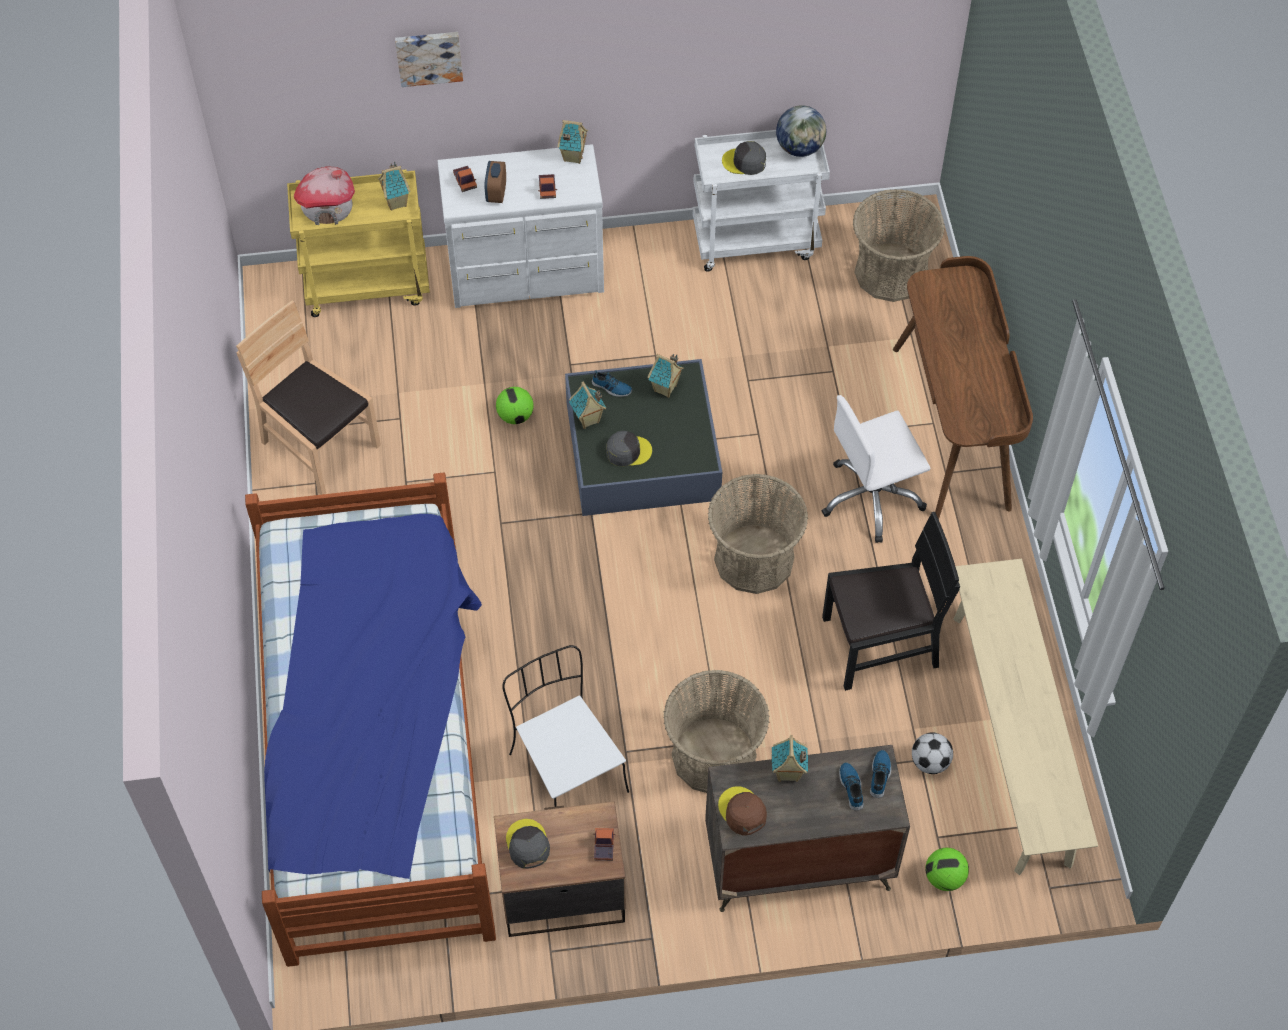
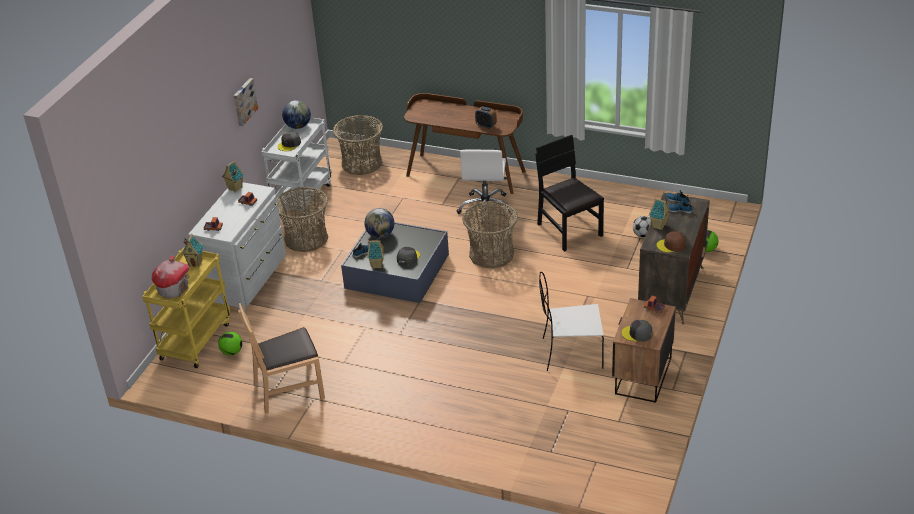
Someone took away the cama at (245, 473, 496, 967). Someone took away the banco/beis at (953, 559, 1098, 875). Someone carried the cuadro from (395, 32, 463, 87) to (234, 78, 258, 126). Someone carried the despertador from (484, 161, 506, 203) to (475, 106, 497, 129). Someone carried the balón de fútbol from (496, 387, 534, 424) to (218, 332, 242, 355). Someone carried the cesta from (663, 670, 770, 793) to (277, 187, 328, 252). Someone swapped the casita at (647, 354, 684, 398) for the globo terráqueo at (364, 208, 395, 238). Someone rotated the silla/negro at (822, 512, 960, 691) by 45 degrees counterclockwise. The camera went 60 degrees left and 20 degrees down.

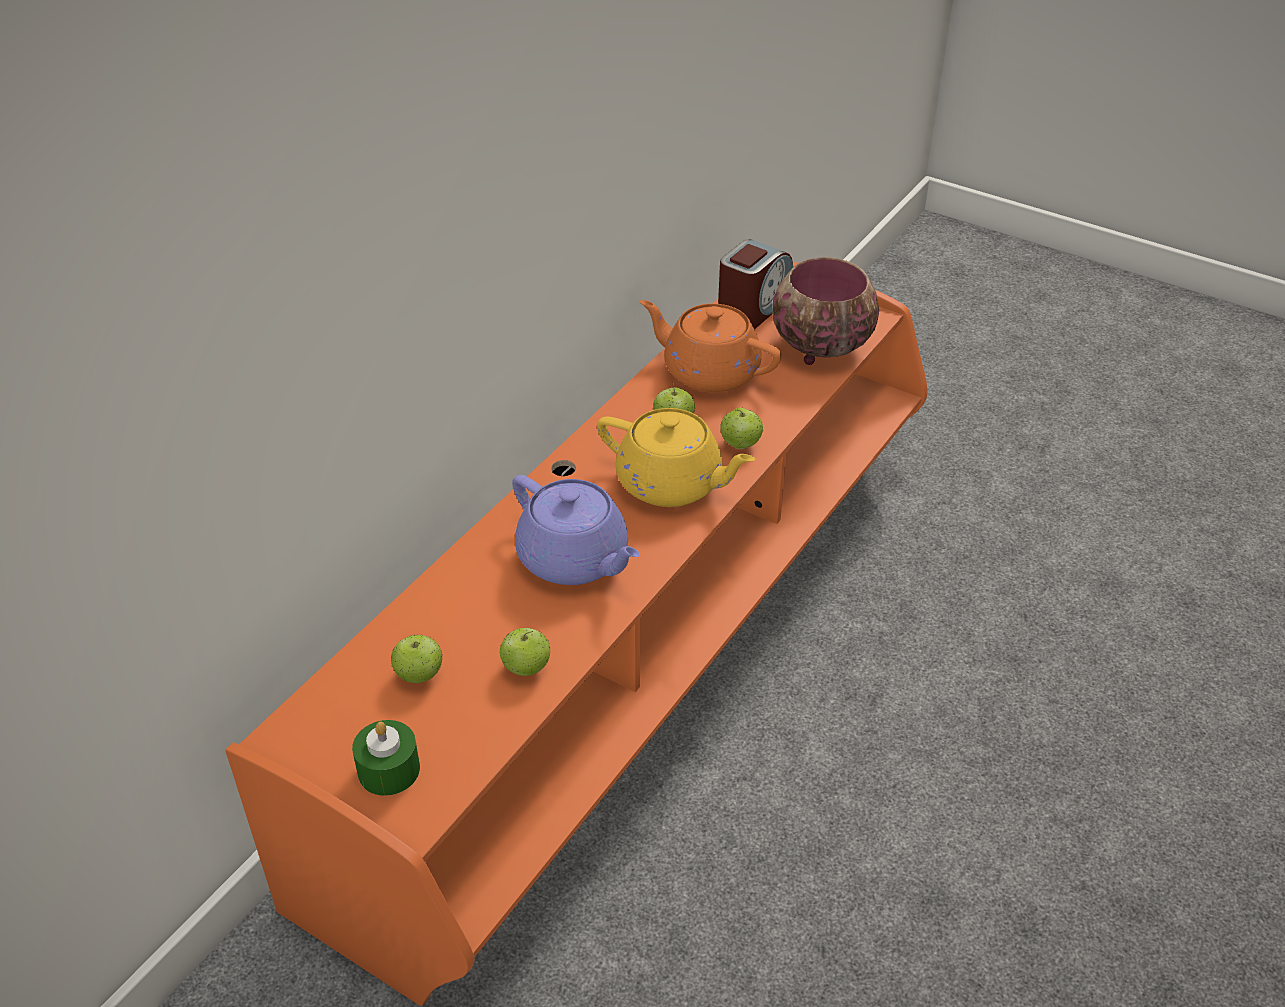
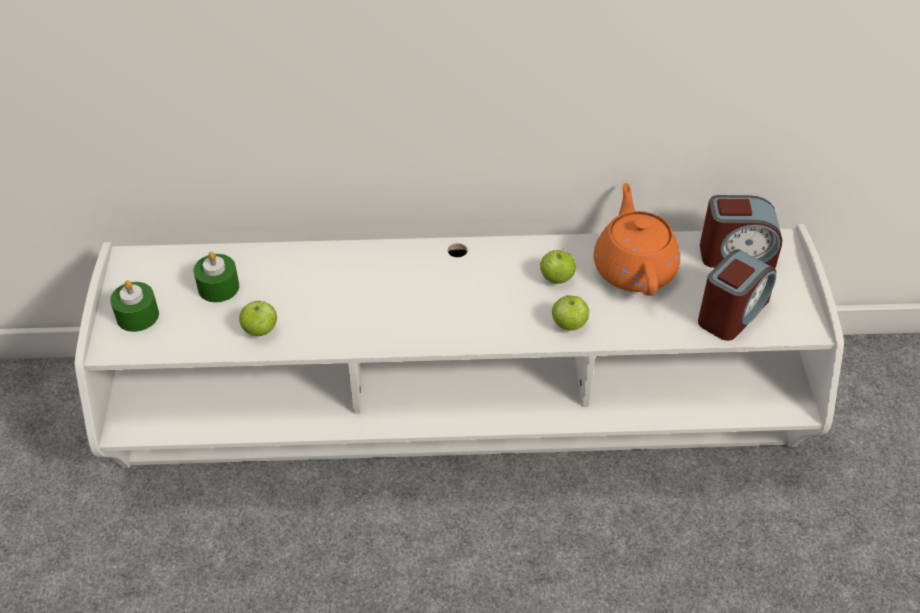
Someone took away the tetera/morado at (512, 475, 640, 585). Someone took away the tetera/amarillo at (597, 408, 755, 507). Someone swapped the manzana at (391, 635, 443, 683) for the vela/verde at (193, 252, 239, 303). Someone swapped the cuenco at (773, 257, 879, 365) for the despertador at (698, 249, 776, 341). Someone repainted the mueble de televisión/naranja at (225, 262, 928, 1006), which became the mueble de televisión/blanco at (75, 224, 844, 468). The camera went 55 degrees right and 5 degrees up.

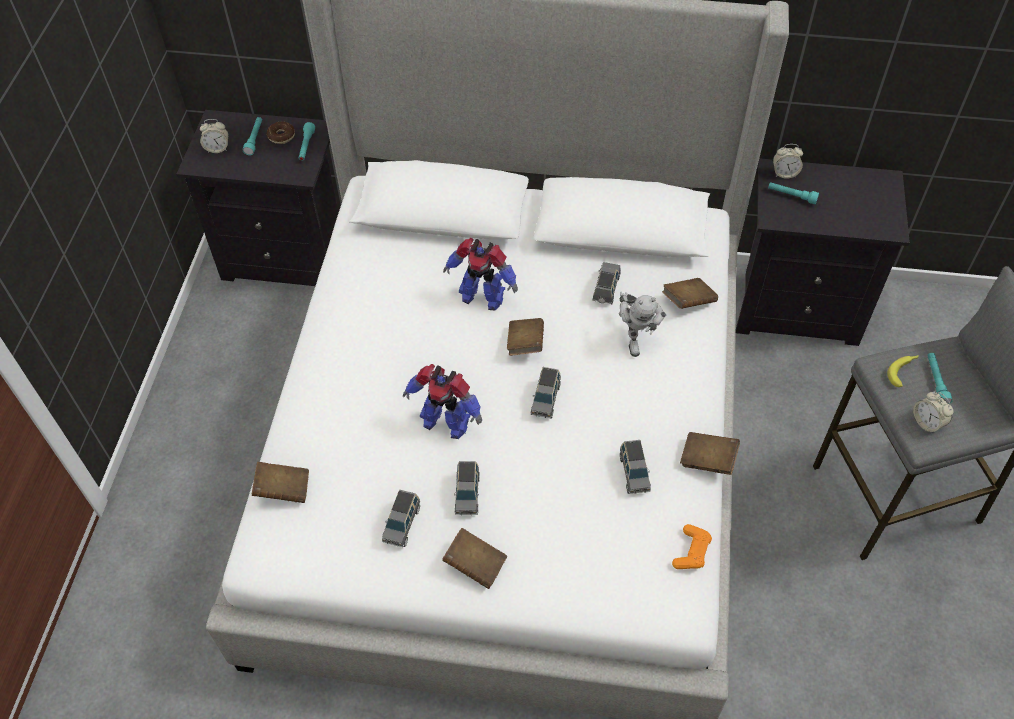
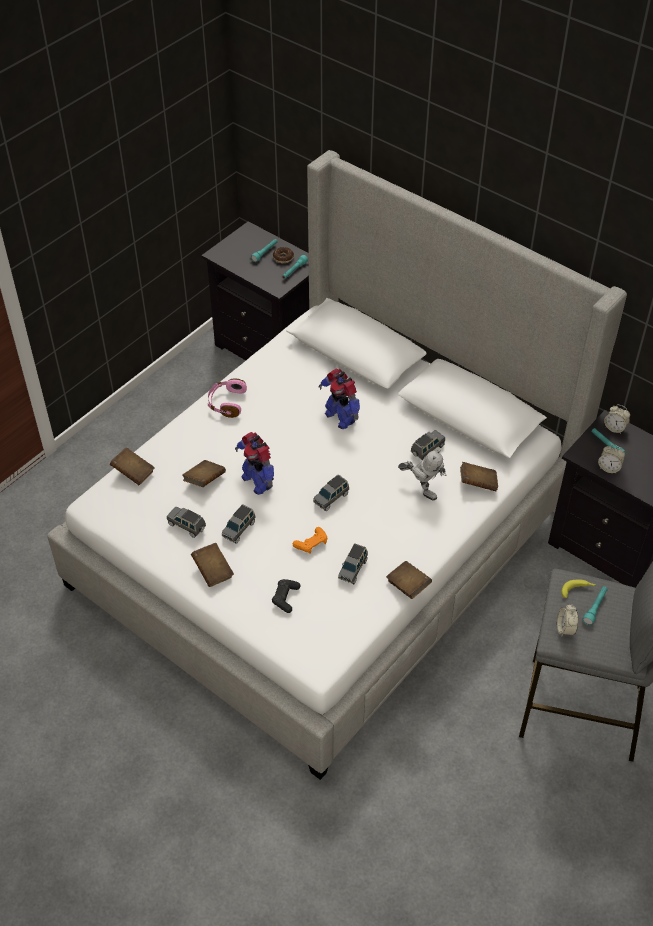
Someone put down the auriculares/rosa at (207, 378, 247, 418). Someone put down the mando de consola/negro at (272, 579, 300, 613). Someone carried the despertador from (200, 119, 229, 153) to (598, 445, 625, 473). Someone carried the libro/marrón from (507, 318, 544, 356) to (183, 460, 226, 487). Someone carried the mando de consola/naranja from (672, 524, 712, 569) to (293, 527, 327, 554). Someone rotated the coche de juguete/gris at (382, 490, 420, 547) by 75 degrees clockwise. Someone rotated the robot de juguete at (619, 292, 666, 357) by 75 degrees counterclockwise. The camera went 30 degrees right and 5 degrees down.

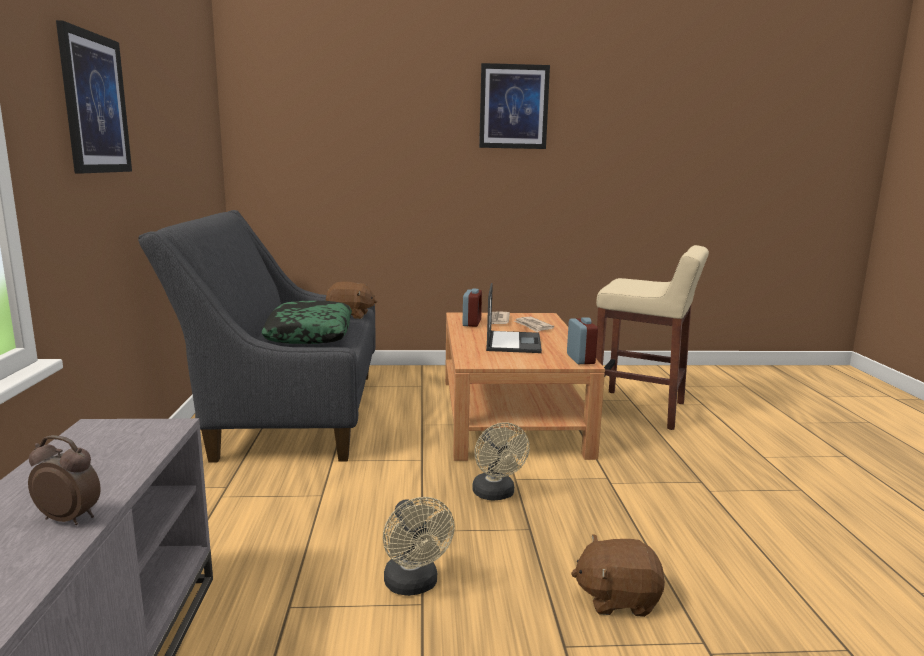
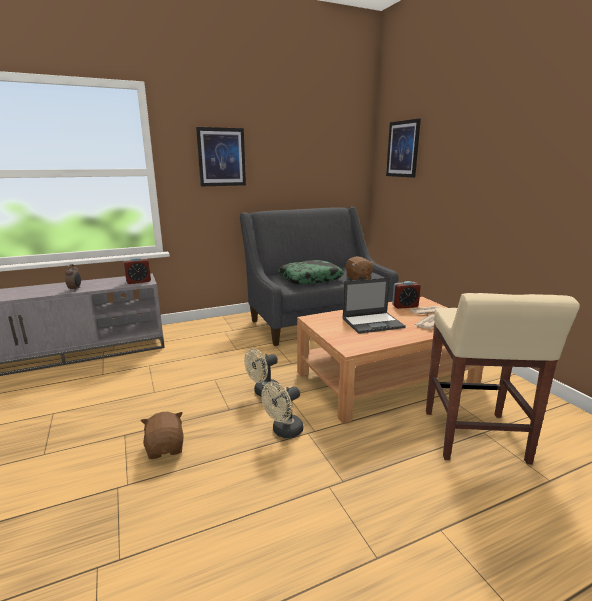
Someone carried the ventilador/beis from (383, 497, 455, 596) to (261, 382, 303, 438). Someone carried the cuadro from (479, 63, 550, 149) to (386, 119, 421, 178). Someone carried the despertador from (567, 317, 598, 364) to (123, 258, 151, 284). The camera went 70 degrees right and 5 degrees up.

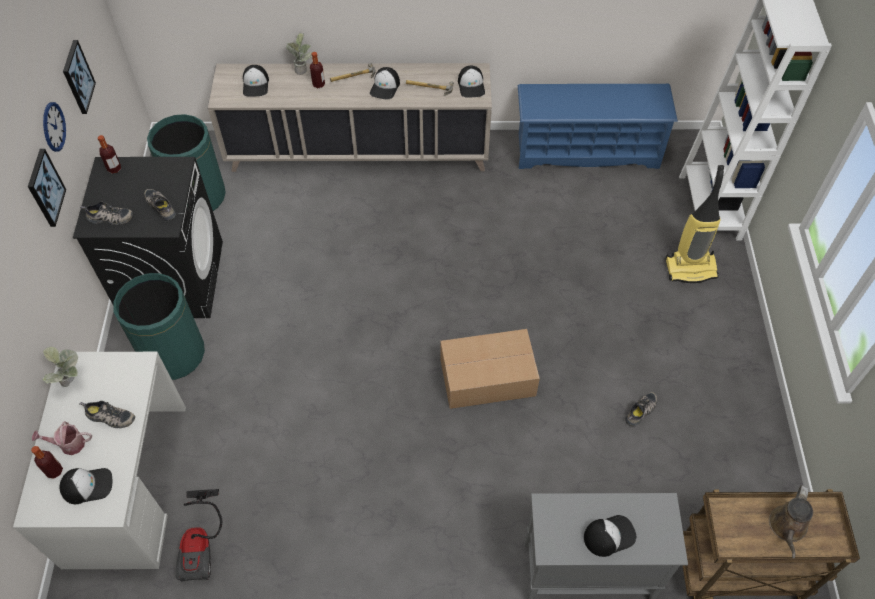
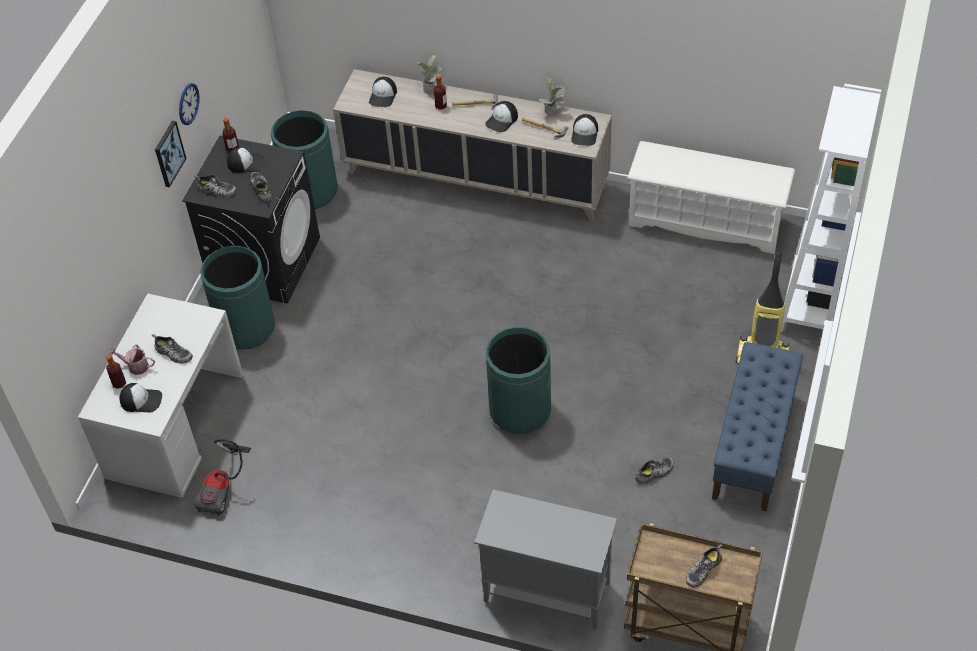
Someone took away the cuadro at (63, 40, 96, 114). Someone put down the banco/azul at (712, 342, 803, 512). Someone carried the planta en maceta from (42, 346, 78, 387) to (539, 77, 565, 114). Someone carried the gorra from (584, 515, 636, 557) to (227, 147, 265, 173). Someone swapped the caja de cartón at (440, 329, 540, 409) for the papelera/verde at (486, 327, 551, 434). Someone swapped the regadera/marrón at (769, 485, 813, 559) for the zapato at (686, 544, 723, 588). Someone repainted the zapatero/azul at (518, 84, 678, 169), which became the zapatero/blanco at (627, 141, 795, 254). The camera went 20 degrees right and 5 degrees down.

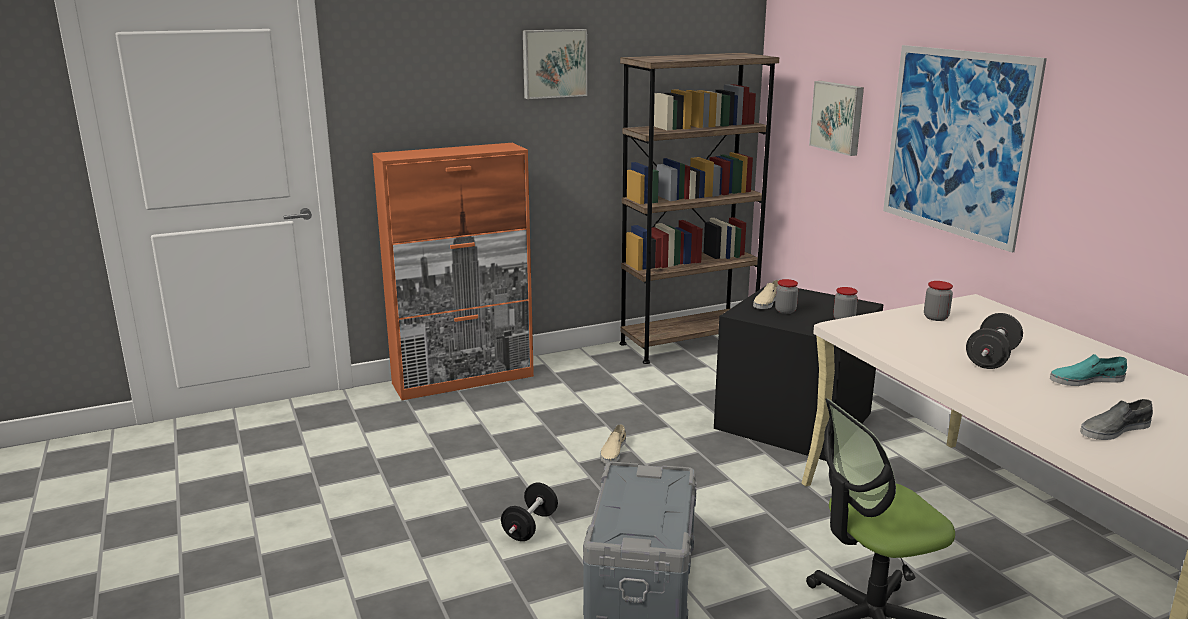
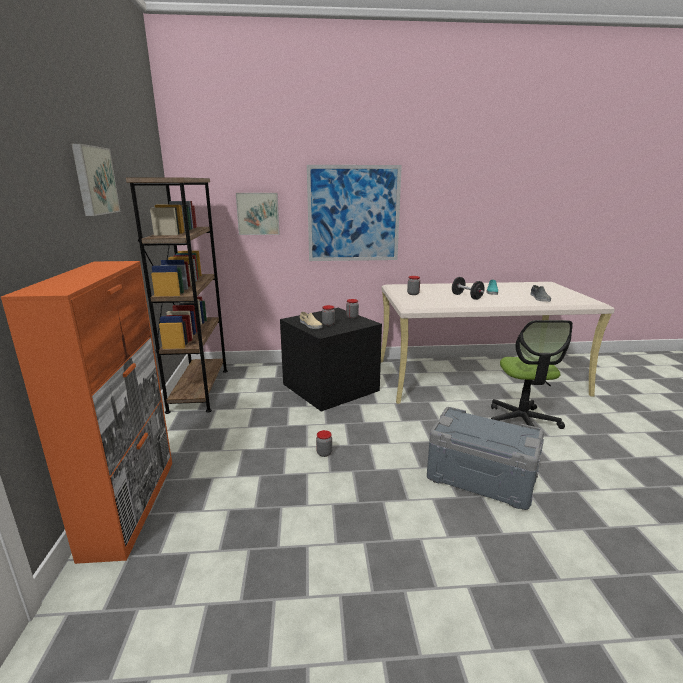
Someone took away the mancuerna/negro at (501, 483, 558, 541). Someone swapped the zapato/beis at (601, 424, 626, 464) for the tarro at (316, 430, 332, 457). The camera went 70 degrees left and 0 degrees up.

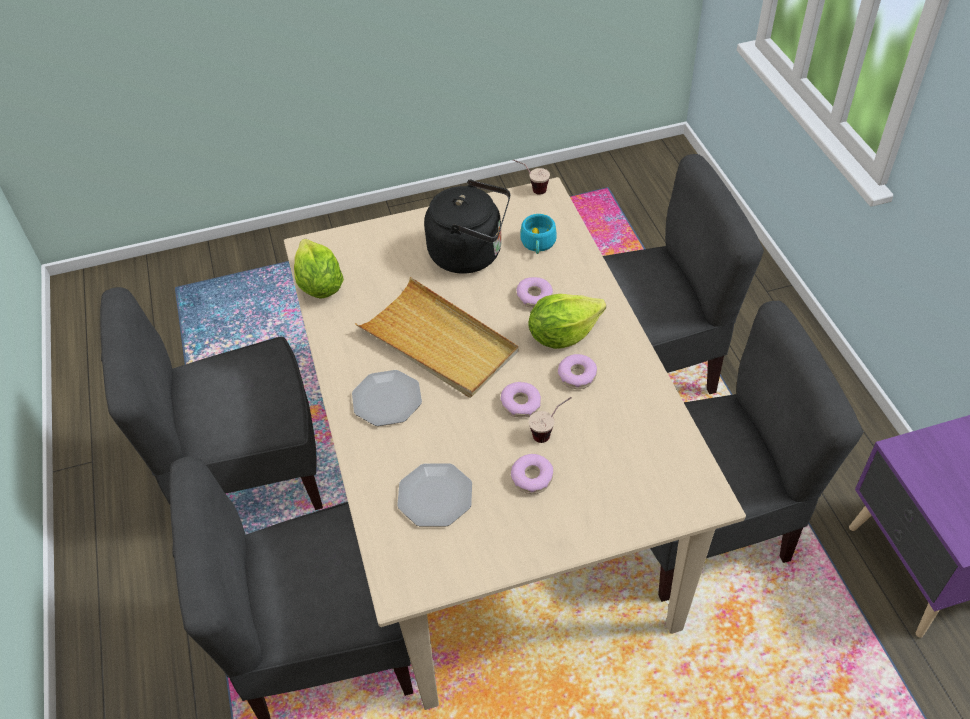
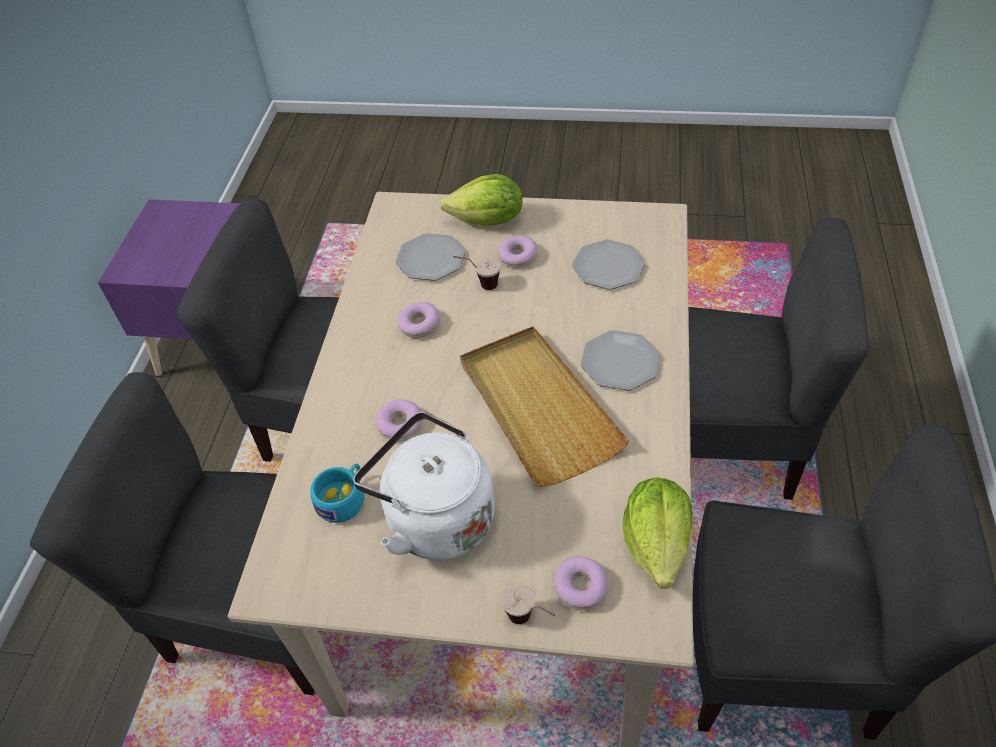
Someone put down the plato at (395, 233, 466, 281). Someone carried the rosquilla from (501, 382, 541, 417) to (554, 556, 607, 610). Someone carried the taza from (513, 159, 550, 195) to (501, 583, 555, 624). Someone carried the lechuga from (529, 294, 606, 349) to (440, 174, 522, 226). Someone repainted the hervidor/negro at (424, 180, 510, 274), which became the hervidor/blanco at (353, 412, 495, 560). The camera went 155 degrees left and 0 degrees up.

